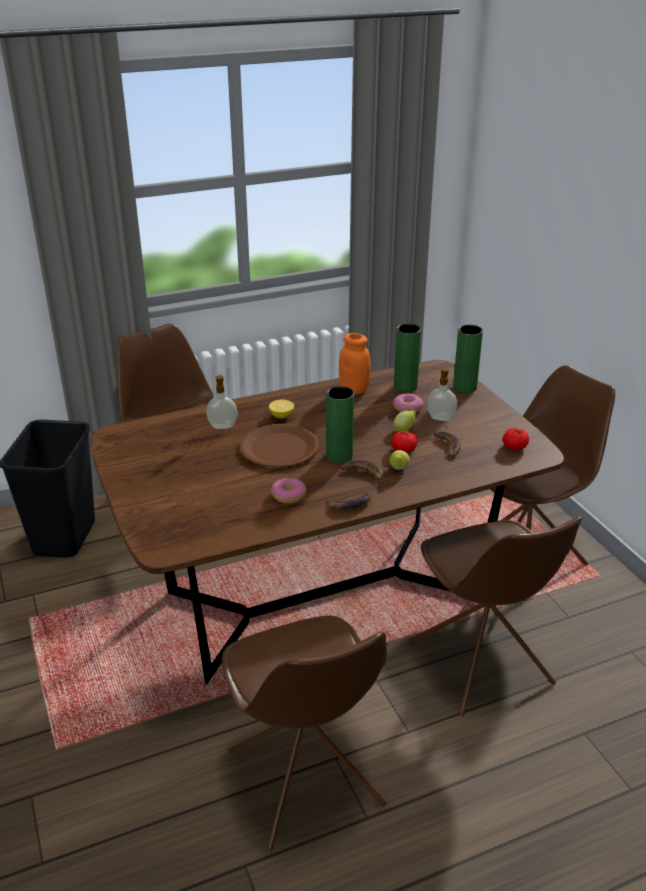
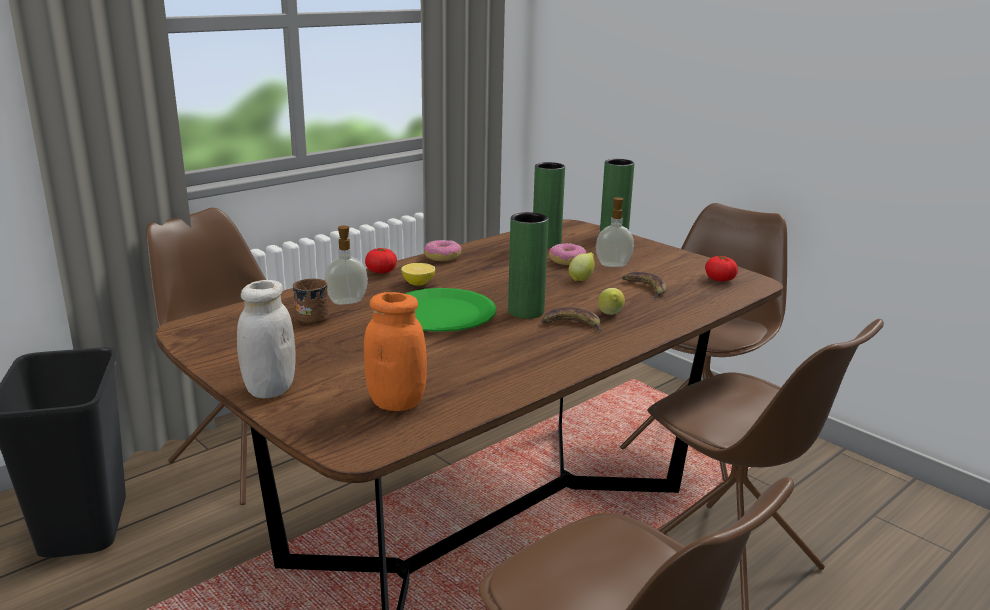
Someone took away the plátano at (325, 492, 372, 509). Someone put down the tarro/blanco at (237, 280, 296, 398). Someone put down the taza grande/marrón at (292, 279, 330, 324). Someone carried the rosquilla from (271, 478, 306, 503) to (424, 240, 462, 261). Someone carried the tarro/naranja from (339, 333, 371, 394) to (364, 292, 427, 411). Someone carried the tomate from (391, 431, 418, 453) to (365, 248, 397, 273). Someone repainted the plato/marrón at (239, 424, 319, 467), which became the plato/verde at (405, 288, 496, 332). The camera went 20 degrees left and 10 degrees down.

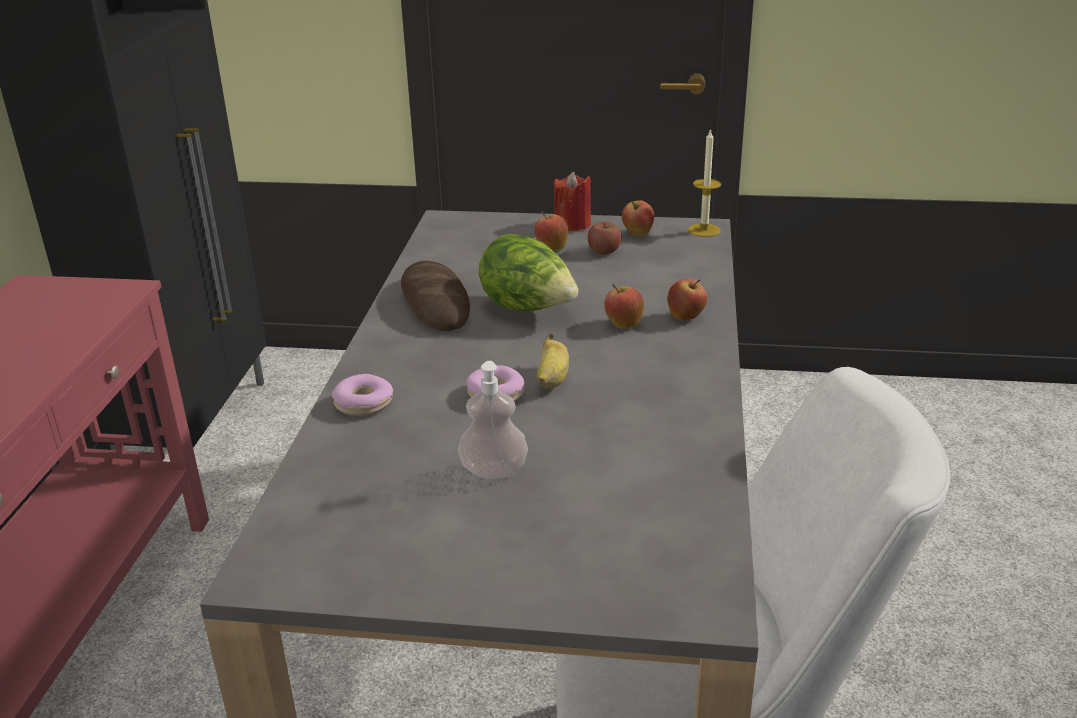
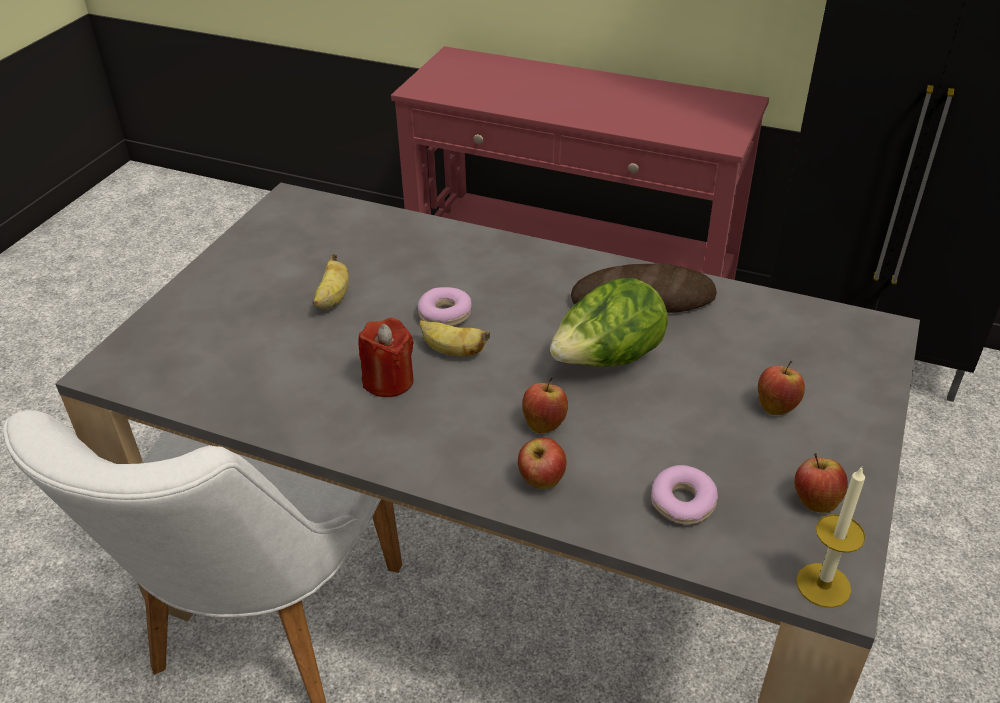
Someone took away the manzana at (588, 222, 621, 255). Someone carried the rosquilla from (332, 374, 393, 416) to (651, 465, 718, 525). Someone carried the vela/rojo from (554, 172, 591, 231) to (358, 317, 414, 397). Someone swapped the dispensador de jabón at (458, 361, 528, 479) for the plátano at (313, 254, 349, 309). The camera went 105 degrees right and 10 degrees up.

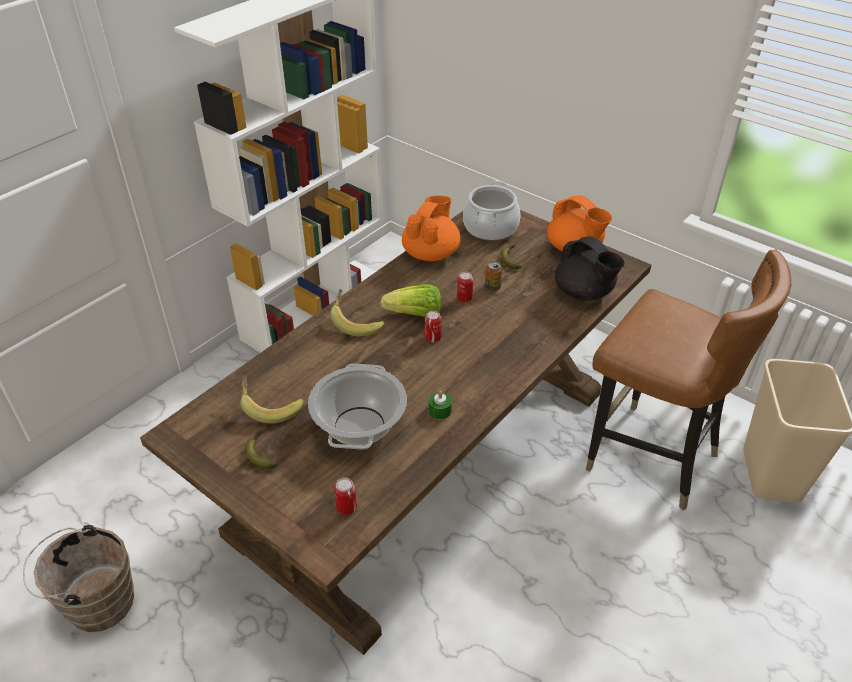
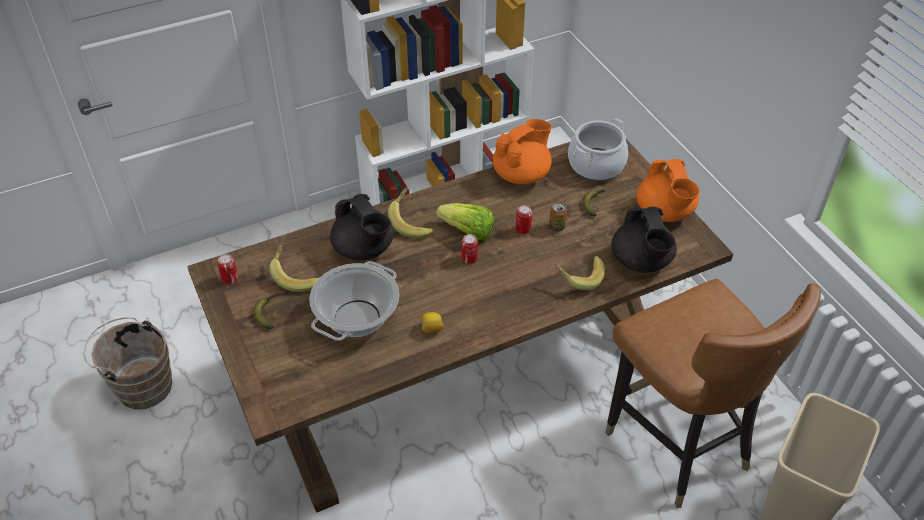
Someone put down the tetera/negro at (330, 194, 394, 260). Someone put down the plátano at (554, 256, 605, 290). Someone carried the lata from (334, 478, 357, 515) to (217, 254, 238, 284). Someone swapped the vela/verde at (429, 391, 452, 419) for the limón at (422, 312, 444, 333). The camera went 25 degrees right and 5 degrees up.

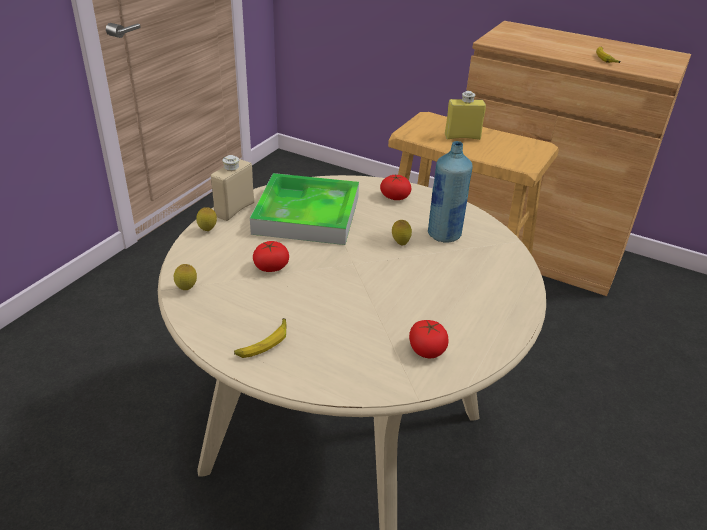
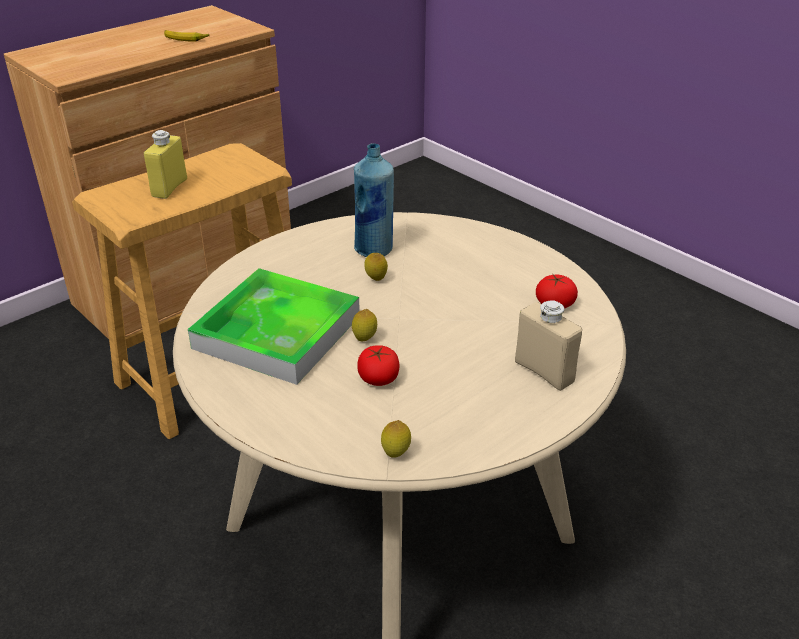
Someone took away the plátano at (234, 318, 286, 358). Someone took away the tomate at (380, 174, 412, 200). Someone carried the limón from (196, 207, 217, 231) to (352, 309, 377, 341). Someone carried the botella/beis from (211, 155, 254, 221) to (515, 300, 582, 391). The camera went 70 degrees left and 0 degrees up.

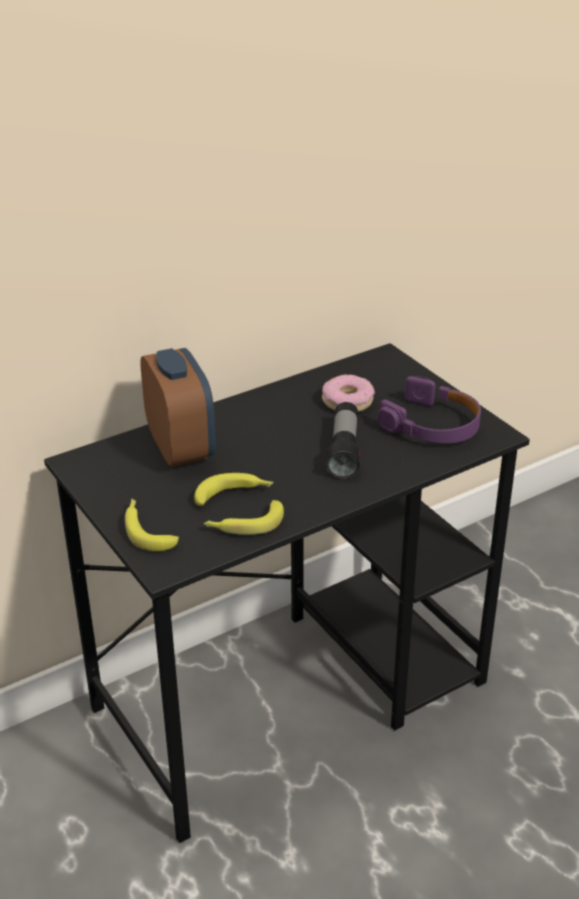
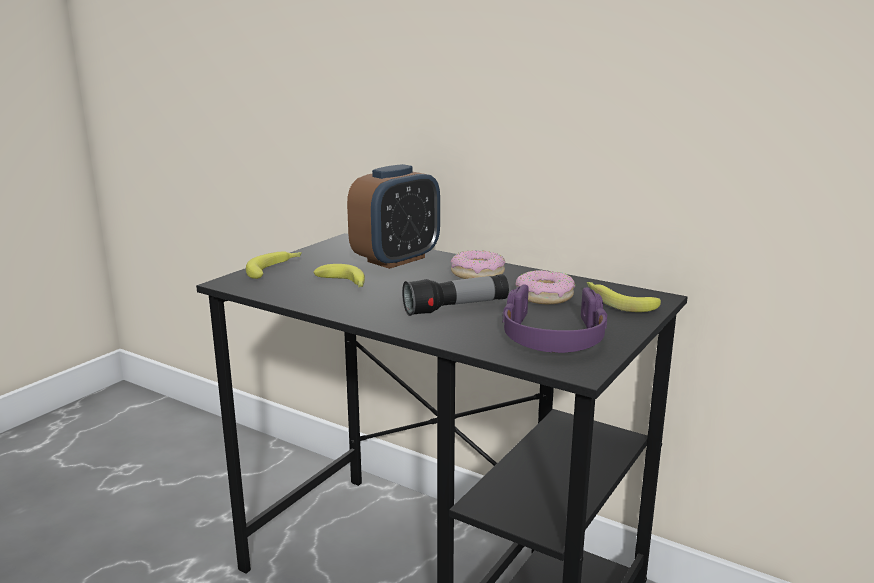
Someone put down the rosquilla at (451, 250, 505, 279). Someone carried the plátano from (204, 500, 284, 535) to (587, 282, 661, 312). The camera went 65 degrees right and 15 degrees down.

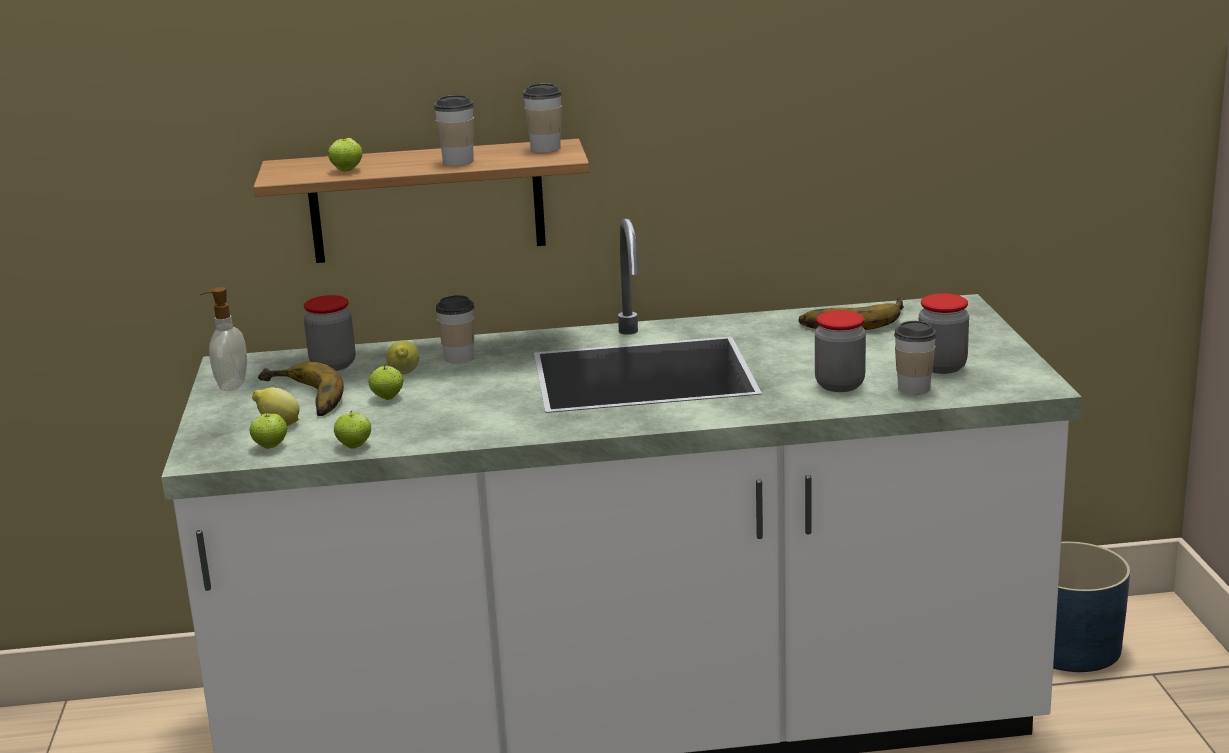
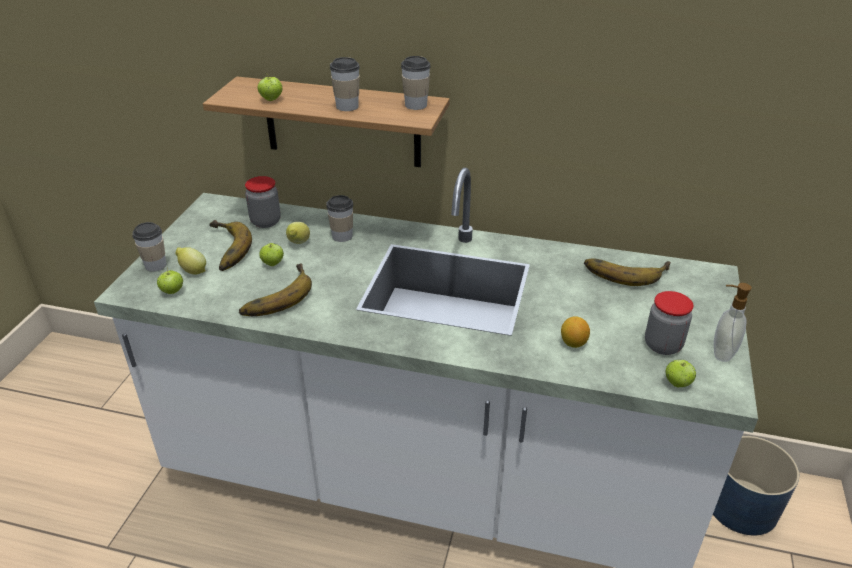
Someone put down the plátano at (239, 264, 312, 316). Someone carried the dispensador de jabón from (200, 287, 247, 391) to (714, 283, 751, 362). Someone carried the manzana from (334, 411, 371, 449) to (665, 360, 696, 387). Someone carried the taza from (894, 321, 937, 395) to (132, 222, 166, 272). Someone swapped the tarro at (815, 310, 866, 392) for the limón at (561, 316, 590, 348). The camera went 20 degrees right and 15 degrees up.

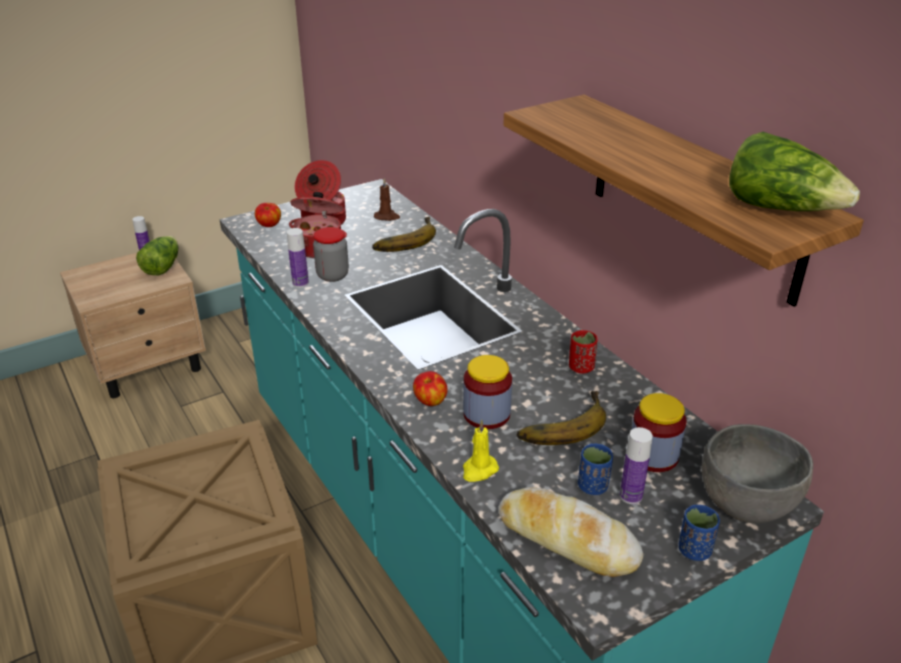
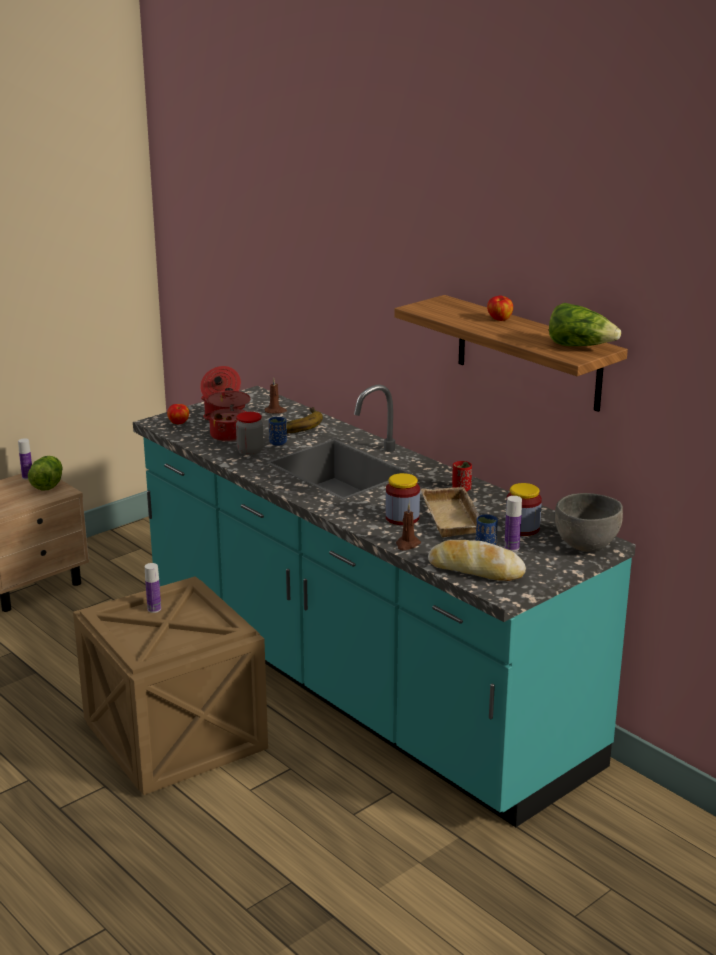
Someone carried the botella from (287, 228, 309, 288) to (145, 563, 161, 613). Someone carried the manzana from (413, 371, 448, 406) to (487, 296, 513, 321). Someone carried the taza/azul from (678, 505, 720, 561) to (269, 417, 287, 446). Someone swapped the plátano at (517, 391, 606, 445) for the bandeja/beis at (421, 487, 480, 538). Someone repainted the vela/amarillo at (463, 420, 499, 482), which became the vela/marrón at (396, 504, 421, 550). The camera went 10 degrees left and 10 degrees down.

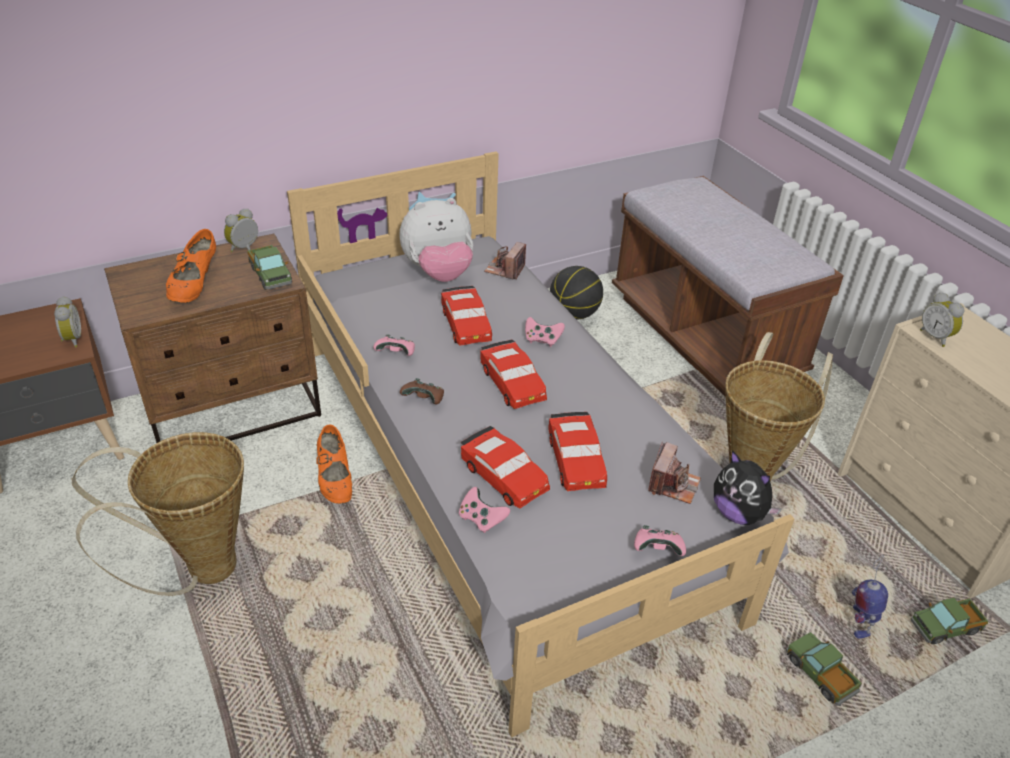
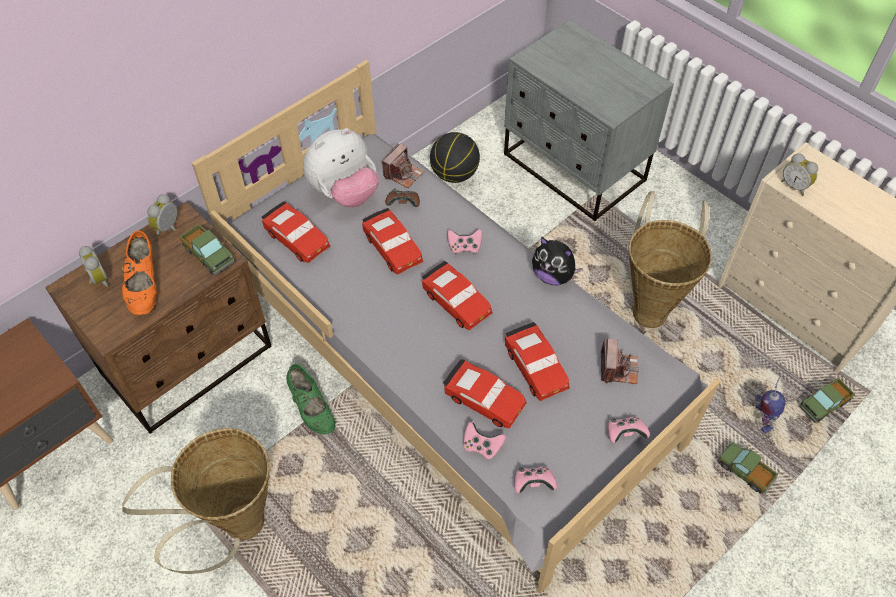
Someone put down the coche de juguete/rojo at (262, 201, 330, 263). Someone carried the despertador from (54, 296, 81, 348) to (79, 246, 108, 287). Someone carried the mando de consola/rosa from (373, 334, 415, 356) to (514, 466, 557, 494). Someone carried the mando de consola/marrón from (400, 378, 444, 405) to (385, 189, 420, 207). Someone carried the peluche from (714, 450, 782, 525) to (532, 237, 583, 285). Someone swapped the banco/marrón at (612, 176, 844, 397) for the mesita de noche/gris at (504, 20, 674, 221). Someone repainted the zapato/naranja at (317, 424, 352, 504), which became the zapato/verde at (286, 364, 335, 434). Someone rotated the cámara at (484, 242, 526, 279) by 150 degrees counterclockwise. The camera went 15 degrees left and 15 degrees up.

